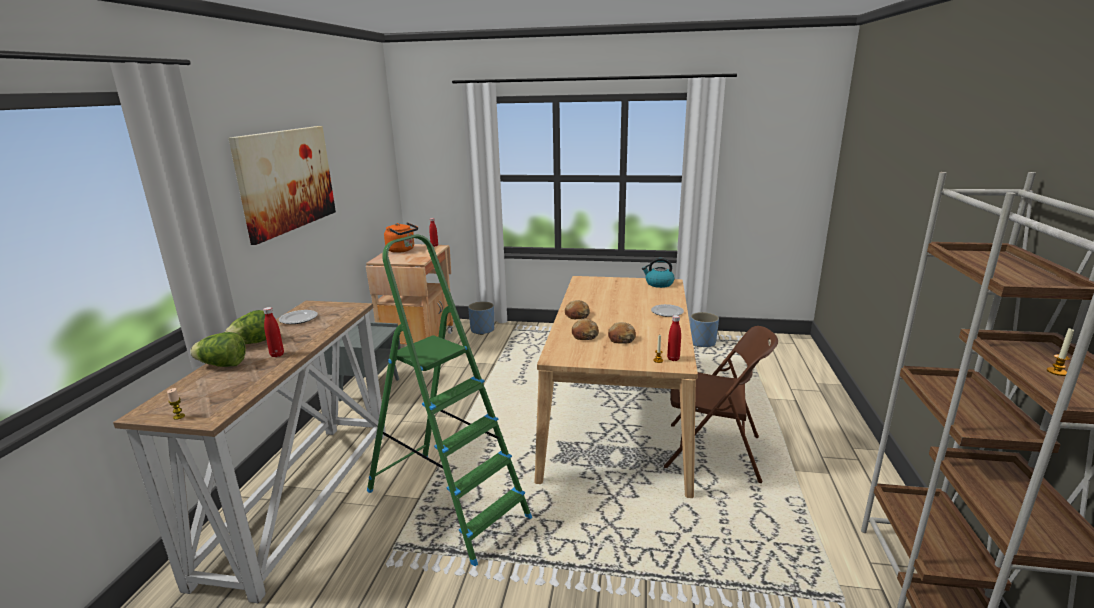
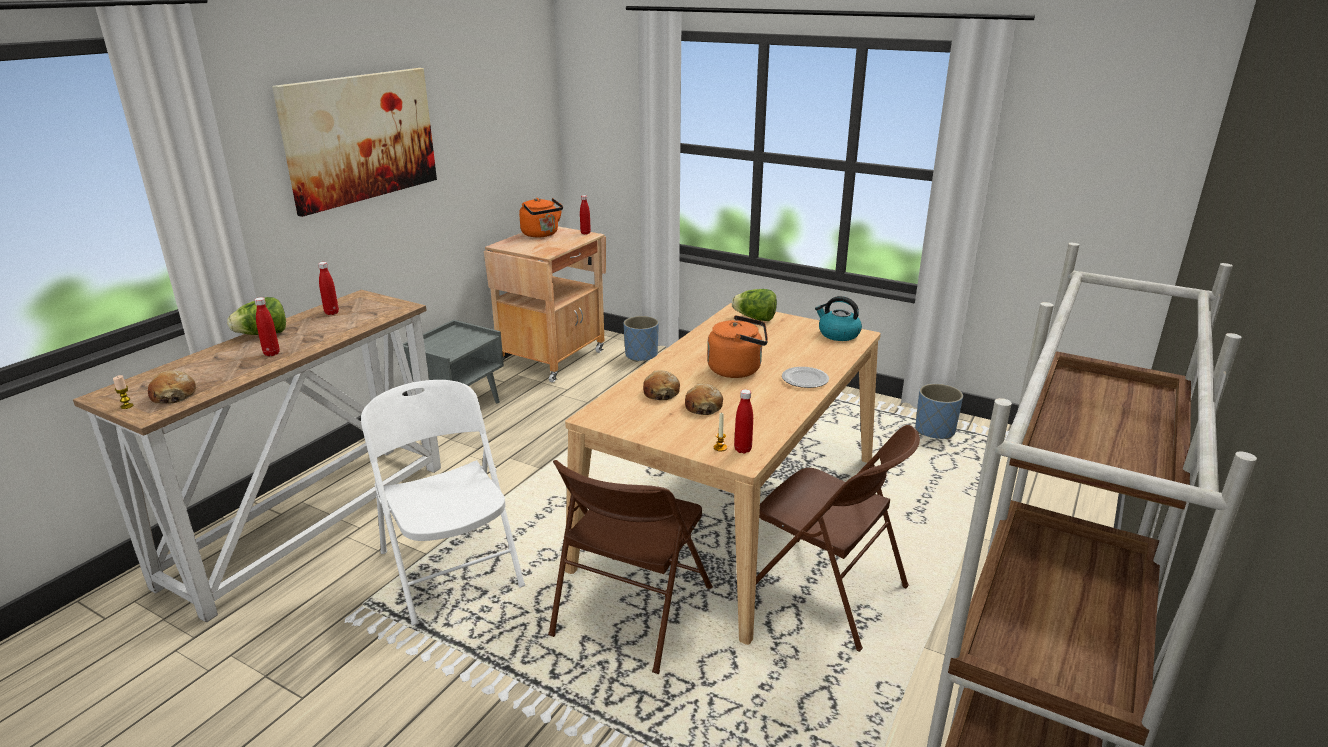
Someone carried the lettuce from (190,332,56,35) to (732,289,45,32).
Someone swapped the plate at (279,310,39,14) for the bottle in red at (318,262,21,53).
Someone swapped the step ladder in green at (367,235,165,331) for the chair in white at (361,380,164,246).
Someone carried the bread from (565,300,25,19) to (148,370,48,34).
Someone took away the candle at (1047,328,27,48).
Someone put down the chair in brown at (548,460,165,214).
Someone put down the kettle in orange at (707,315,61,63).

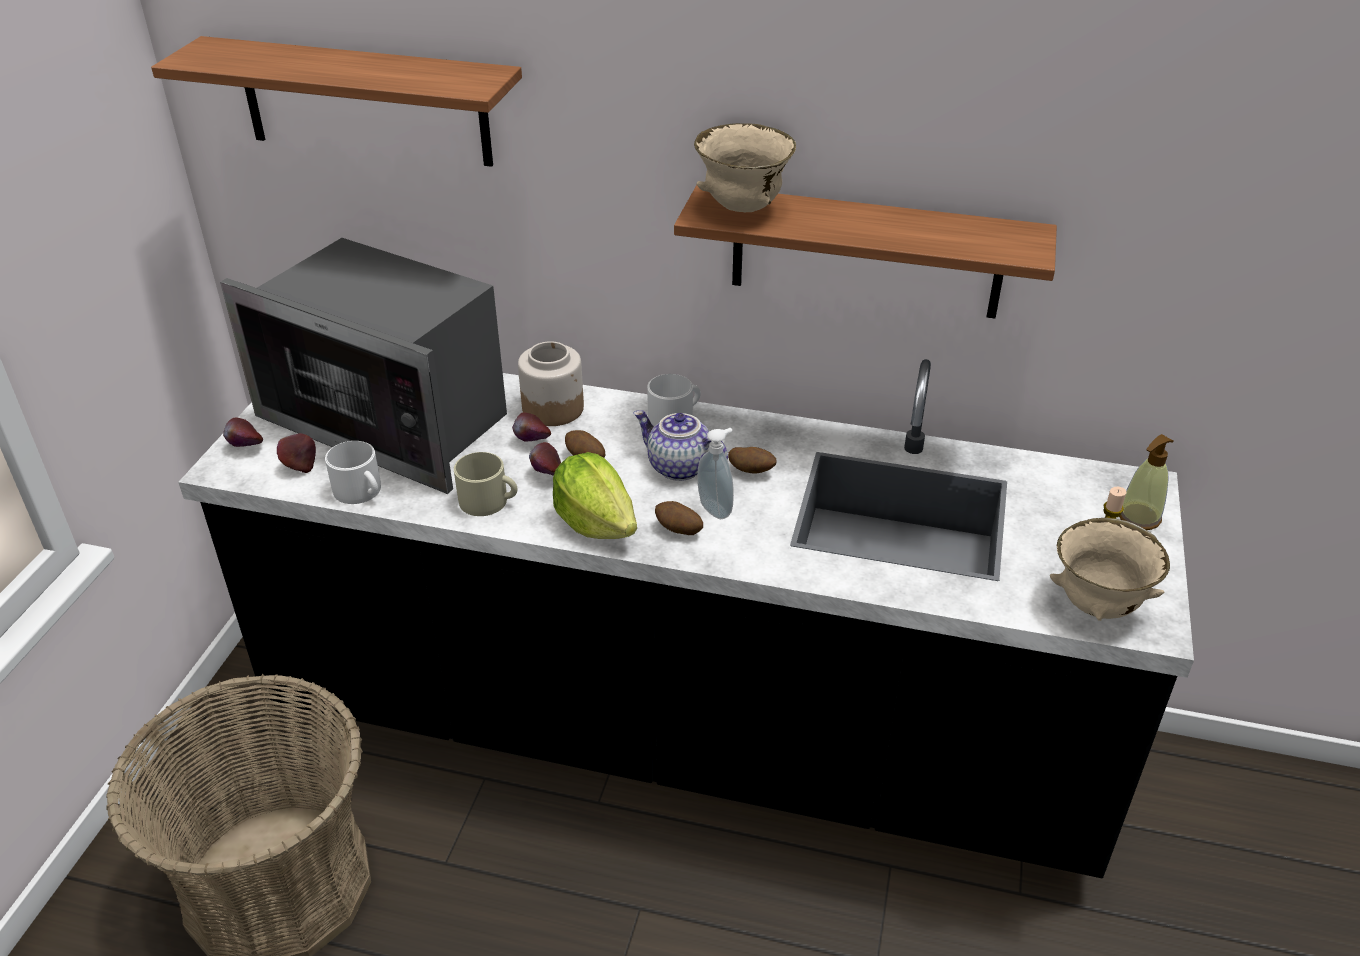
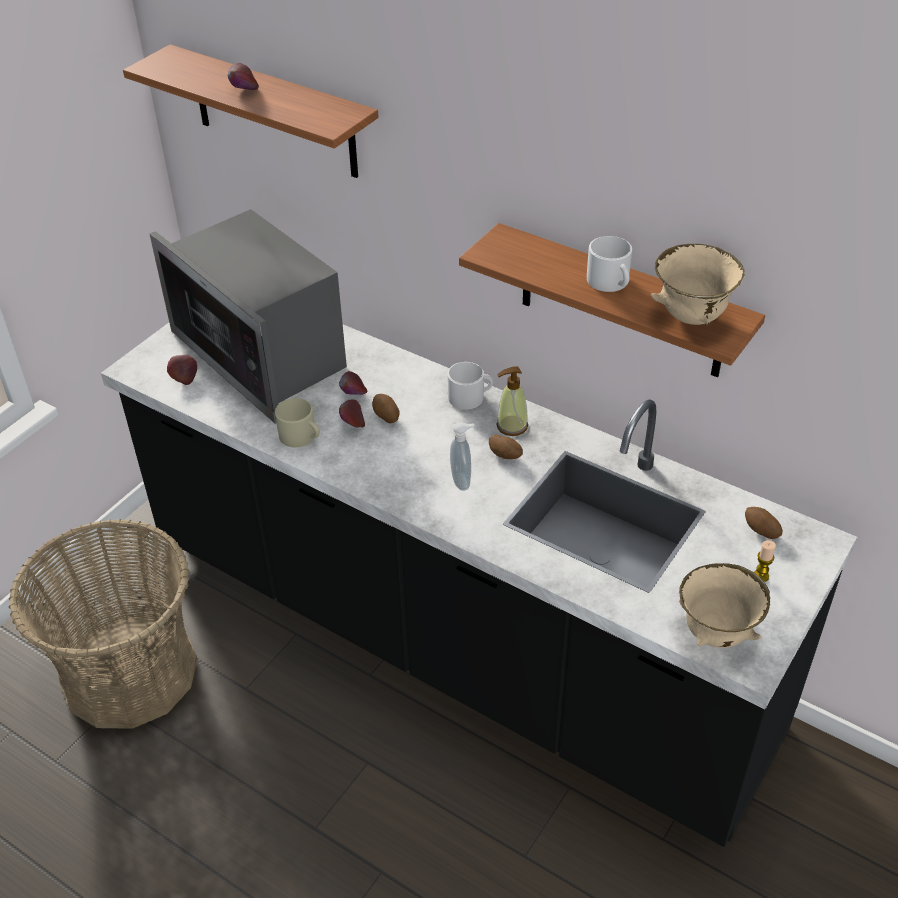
Someone carried the apple from (223,417,40,30) to (227,63,32,27).
Someone carried the mug in white from (325,441,56,63) to (587,236,45,56).
Someone took away the jar at (518,341,66,85).
Someone took away the lettuce at (553,452,84,87).
Someone took away the teapot at (633,410,95,71).
Someone carried the potato from (655,501,48,34) to (745,507,38,32).
Someone carried the bowl in beige from (694,123,102,89) to (651,244,94,81).
Someone carried the soap dispenser from (1119,434,55,96) to (497,366,31,70).

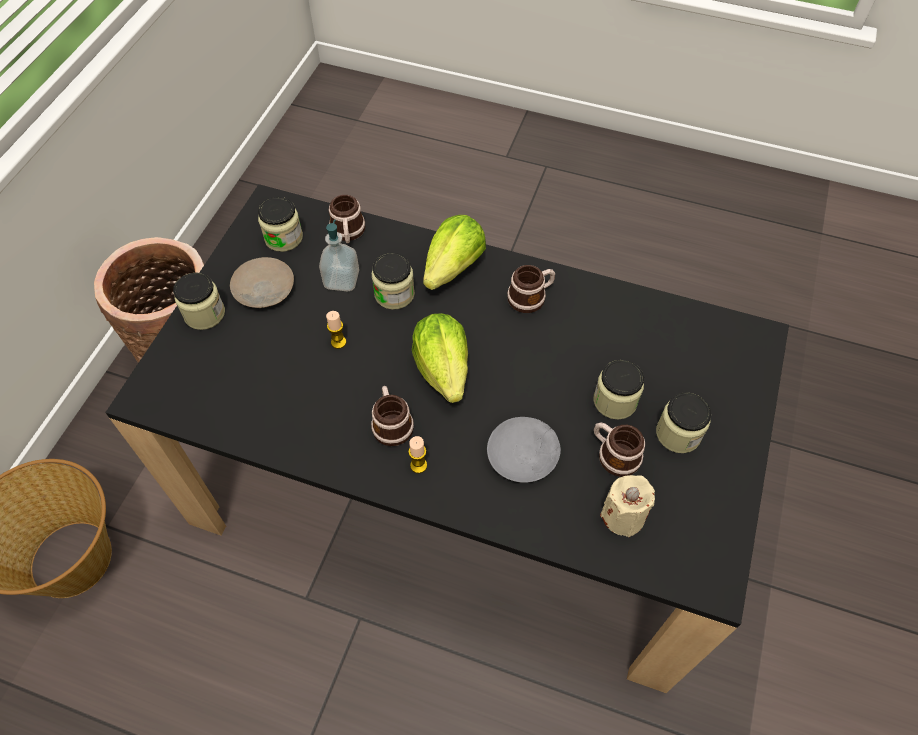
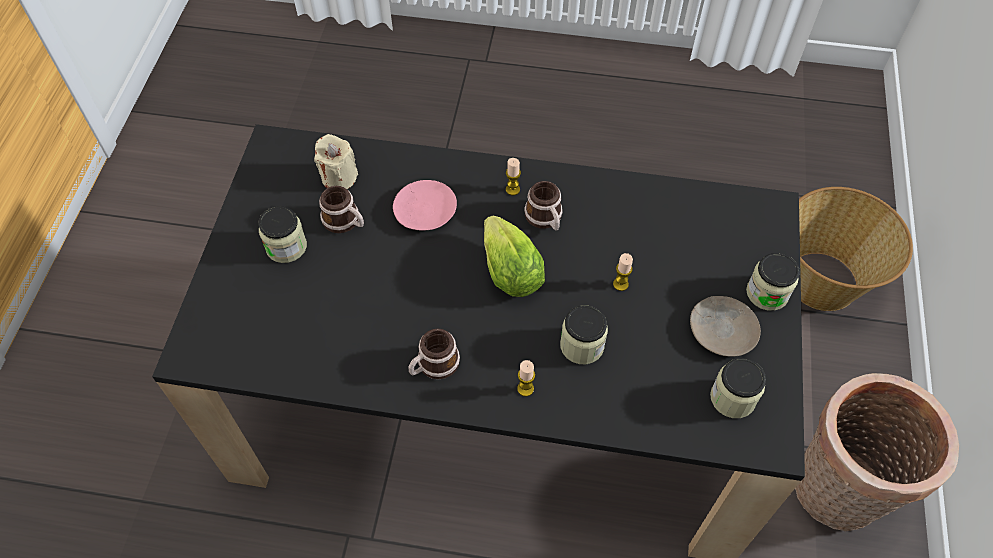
Someone took away the soap dispenser at (319,219,40,72).
Someone took away the mug at (329,195,36,48).
Someone swapped the lettuce at (423,215,63,75) for the candle at (517,360,18,37).
Someone repainted the plate in grey at (487,417,74,66), which became the plate in pink at (393,180,64,51).
Someone took away the jar at (594,360,50,59).

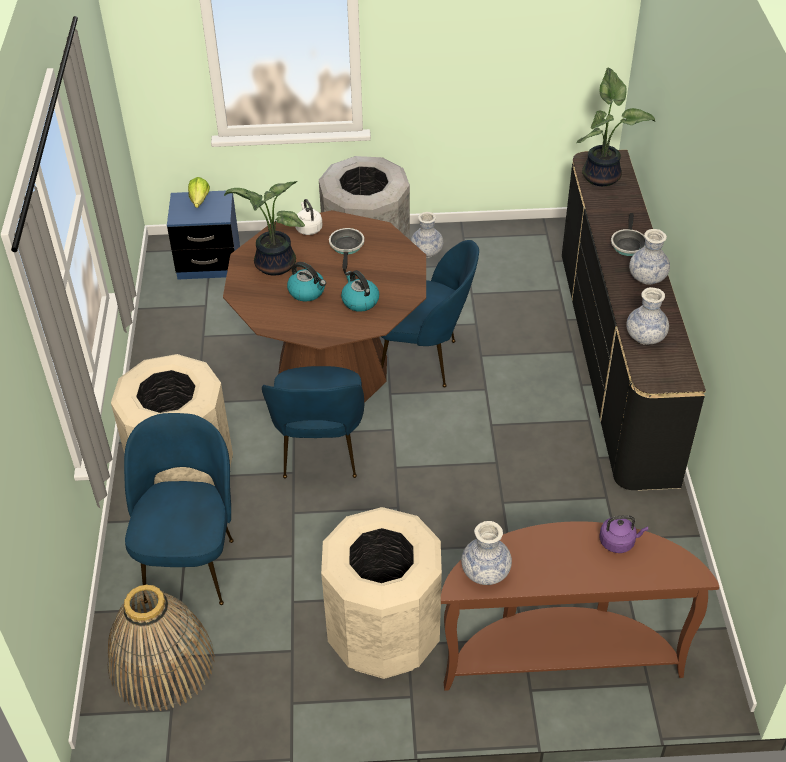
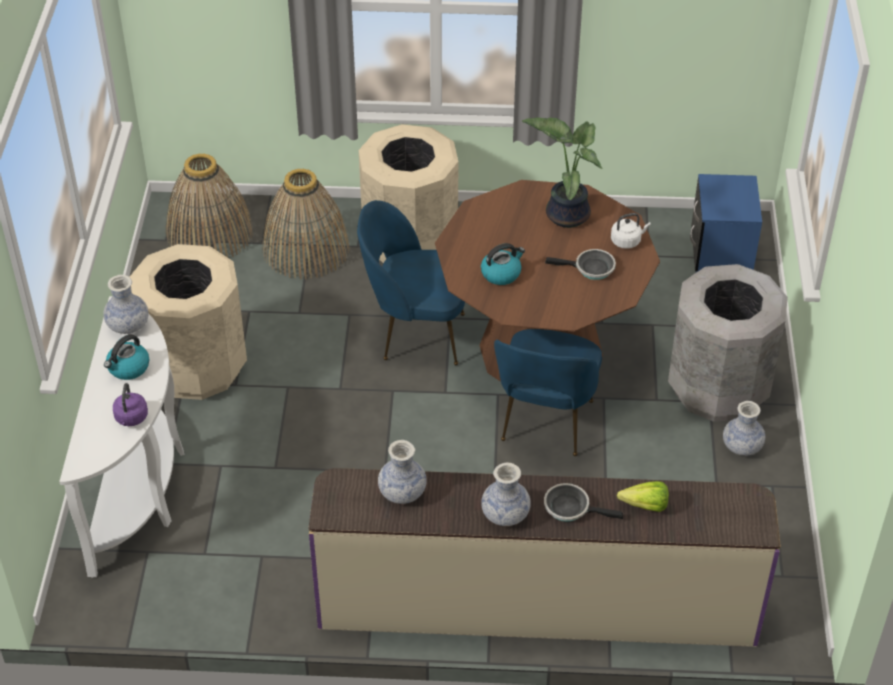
Someone swapped the chair in blue at (124,413,110,192) for the basket at (262,169,88,111).
Someone carried the lettuce from (188,177,22,31) to (617,481,52,31).
Someone carried the kettle from (287,262,39,40) to (104,334,45,46).
Someone repainted the console table in brown at (441,521,278,170), which became the console table in white at (59,296,126,282).
Someone repainted the cabinet in black at (562,150,144,341), which became the cabinet in purple at (308,468,473,179).
Someone took away the potted plant at (576,67,79,119).

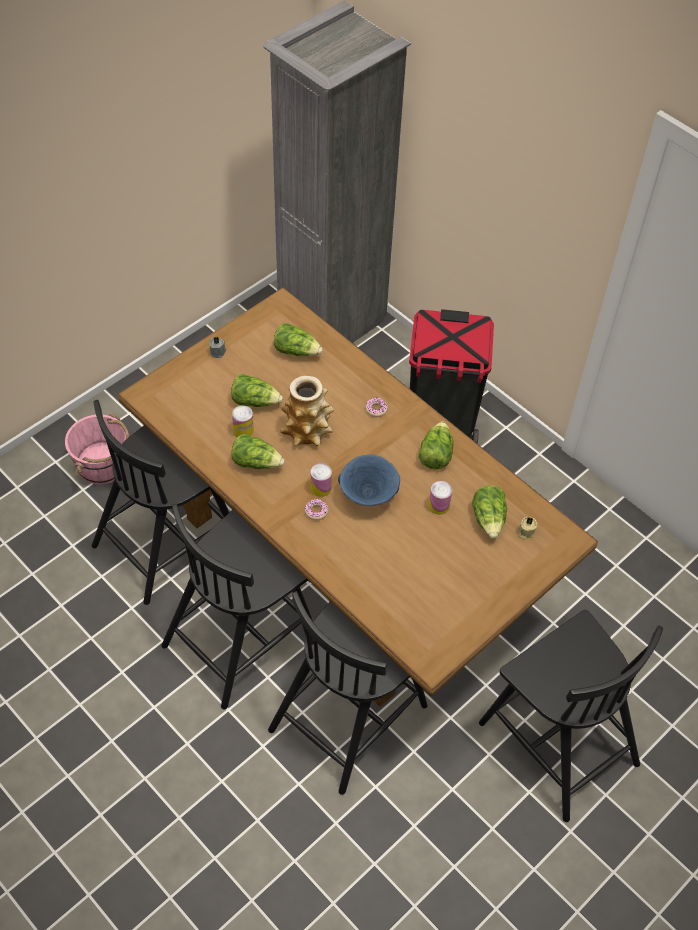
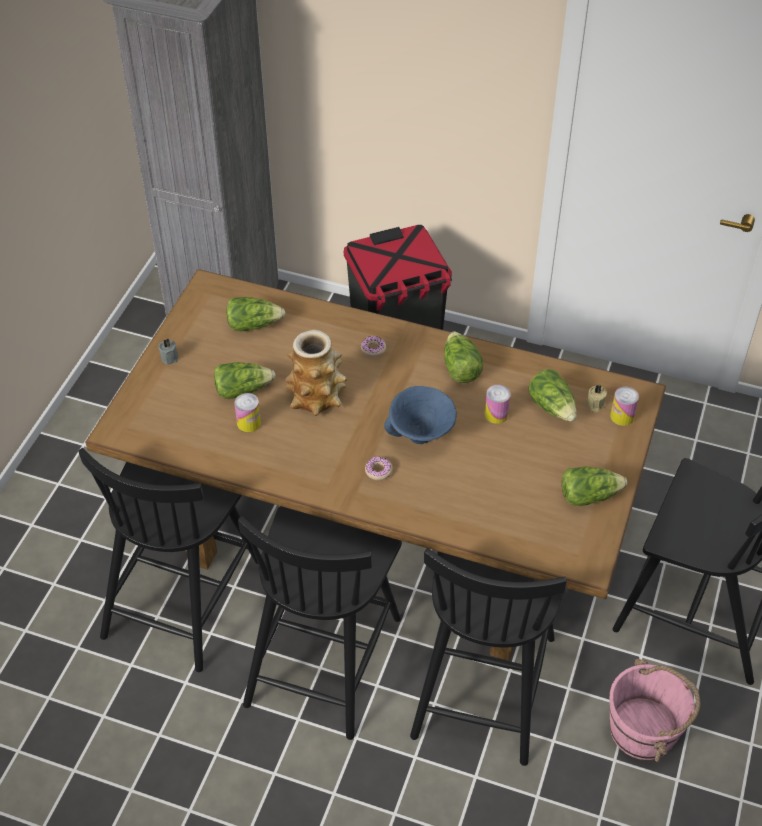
Someone carried the bucket in pink from (65,413,64,72) to (609,659,91,102).
Someone carried the lettuce from (232,434,53,35) to (562,467,65,39).
Someone carried the can from (311,463,21,34) to (610,387,29,39).

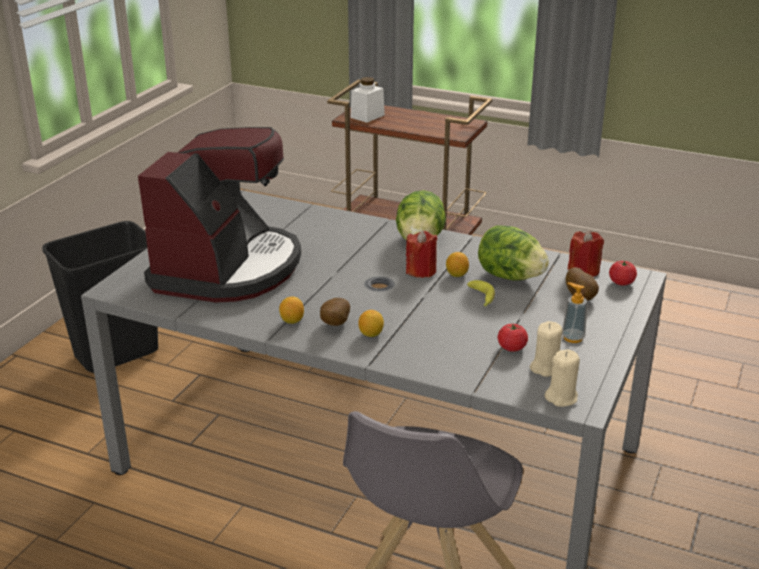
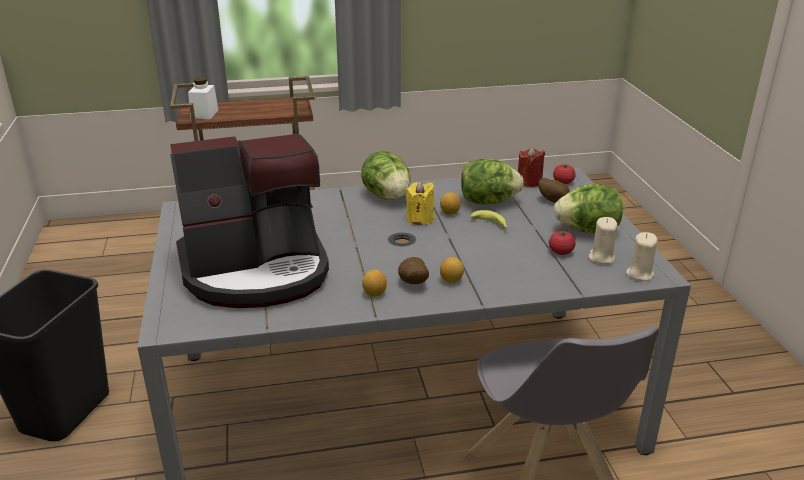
Someone rotated the coffee machine at (138,127,163,176) by 90 degrees clockwise.
Someone repainted the candle in red at (406,230,31,48), which became the candle in yellow at (406,181,28,44).
Someone swapped the soap dispenser at (562,282,25,61) for the lettuce at (554,184,69,50).

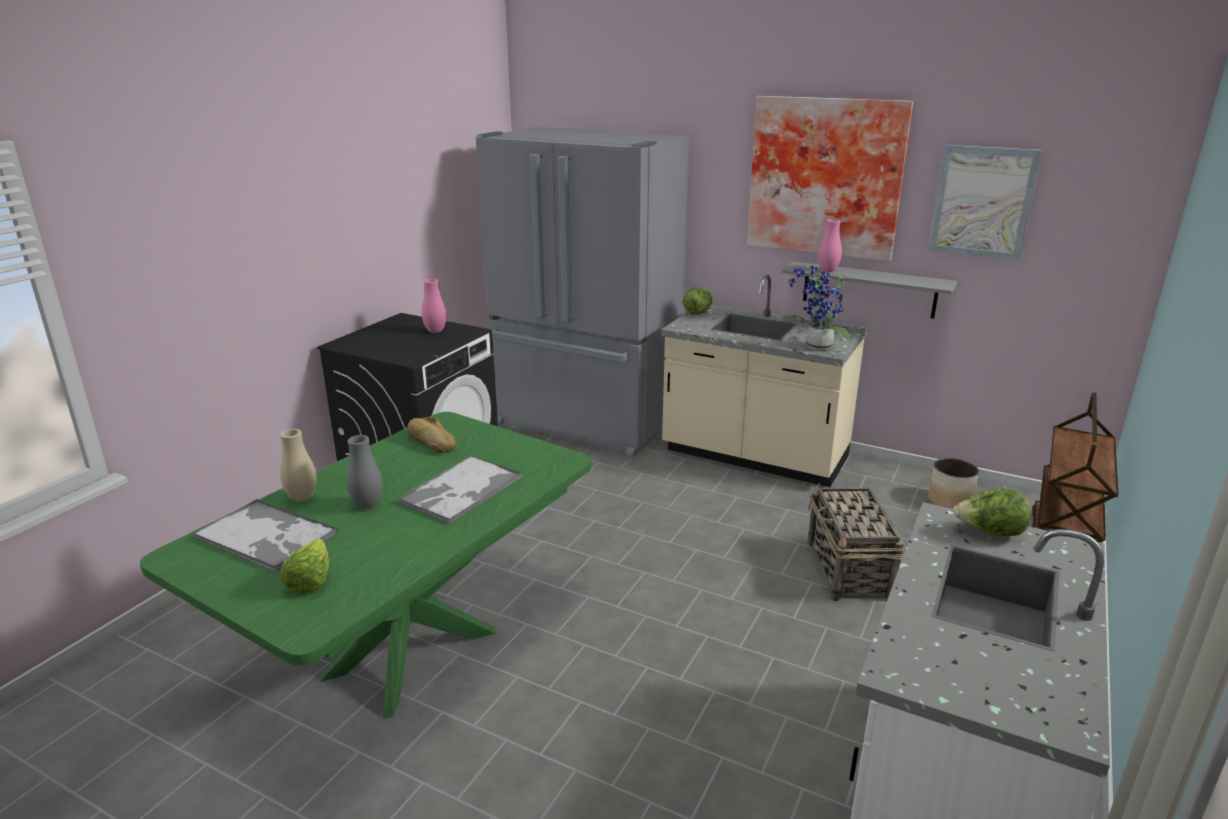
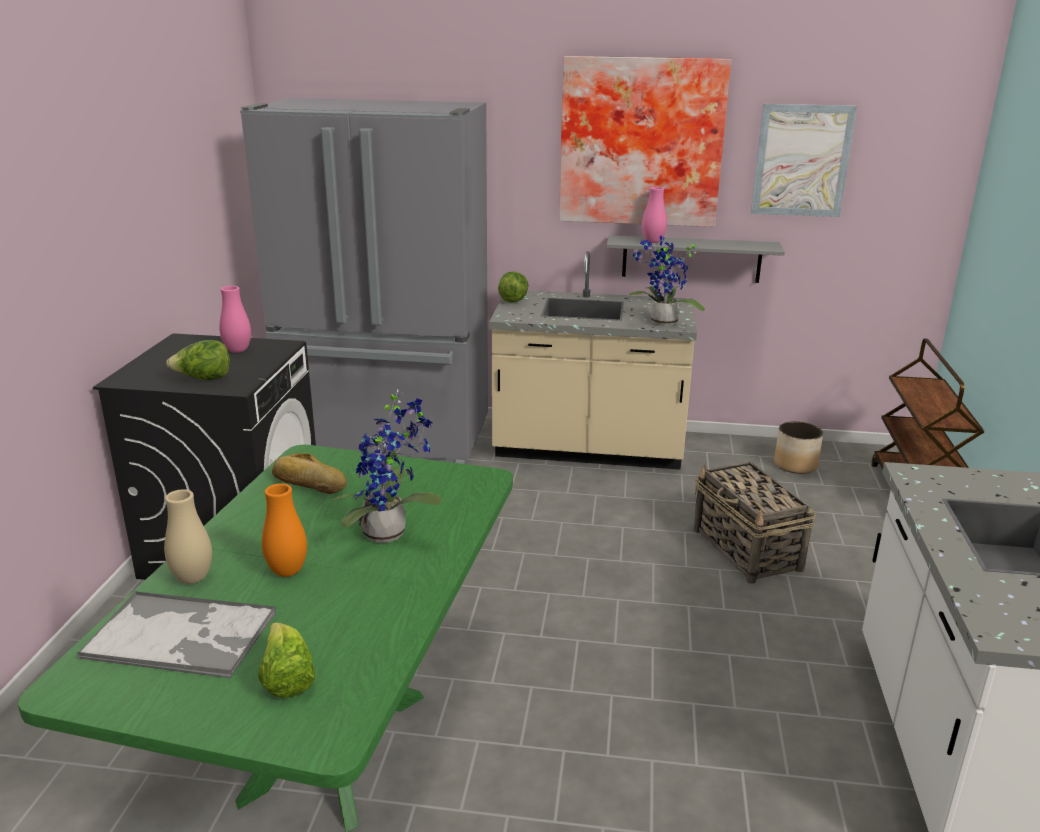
Someone repainted the vase in grey at (346,435,36,74), which became the vase in orange at (262,483,45,94).
Someone swapped the tray at (397,455,125,69) for the potted plant at (332,389,110,154).
Someone carried the lettuce from (953,489,78,47) to (166,340,64,40).

